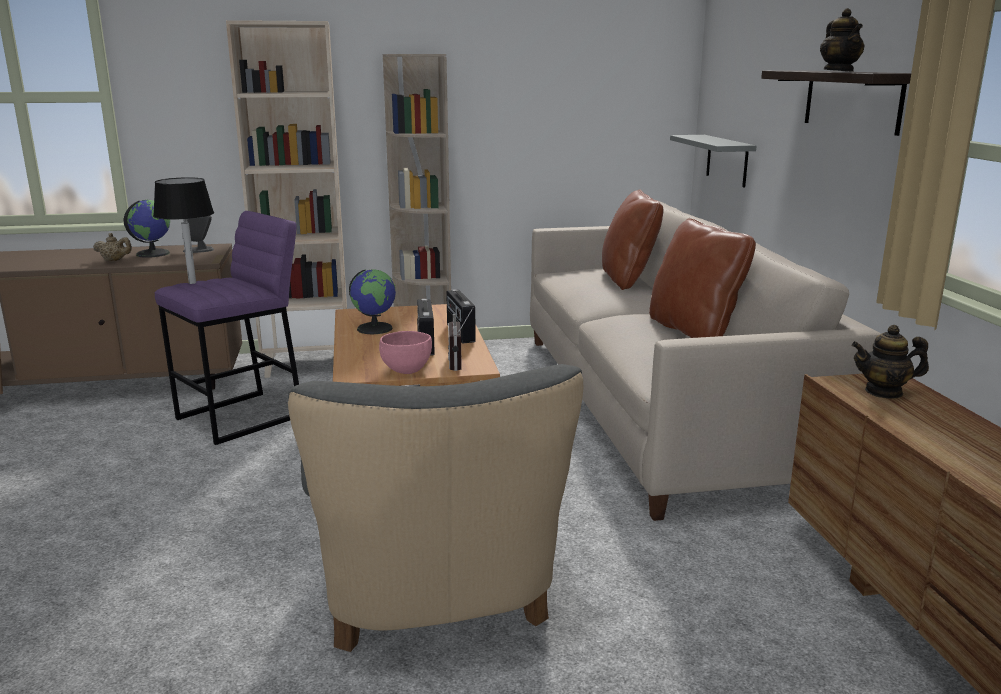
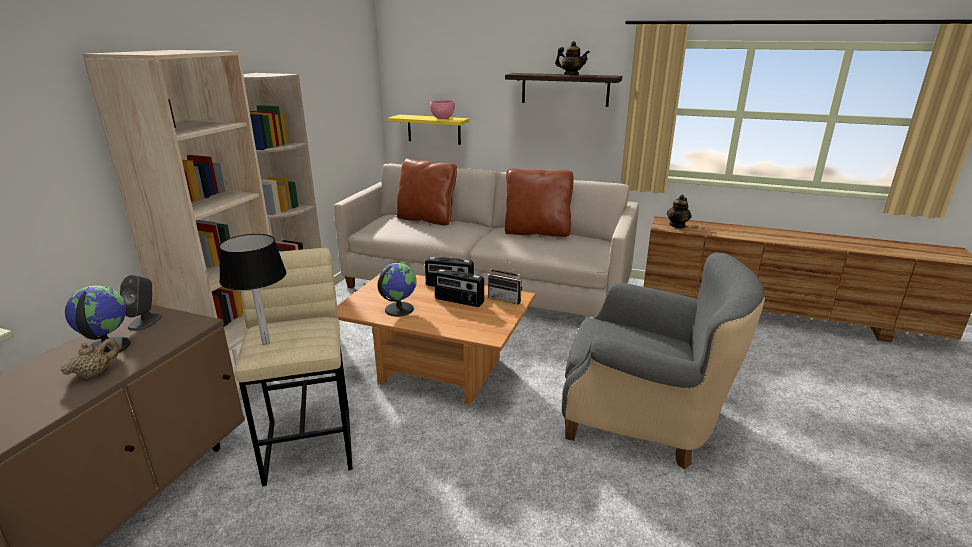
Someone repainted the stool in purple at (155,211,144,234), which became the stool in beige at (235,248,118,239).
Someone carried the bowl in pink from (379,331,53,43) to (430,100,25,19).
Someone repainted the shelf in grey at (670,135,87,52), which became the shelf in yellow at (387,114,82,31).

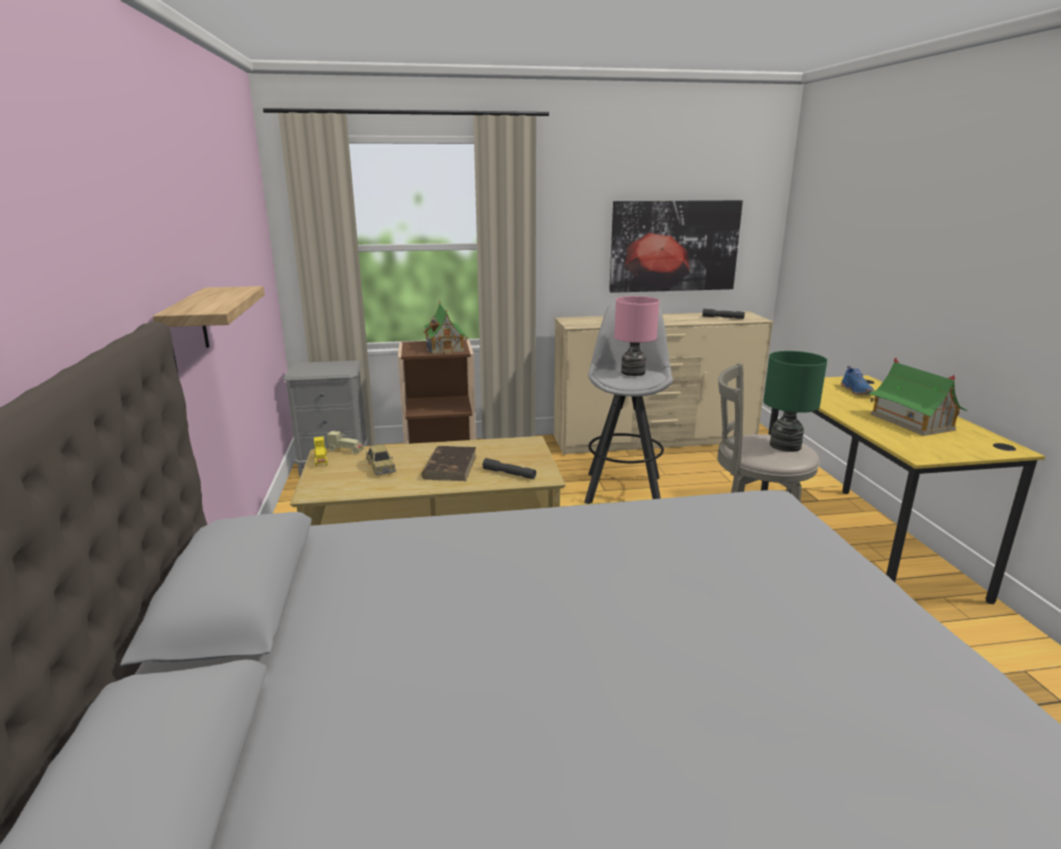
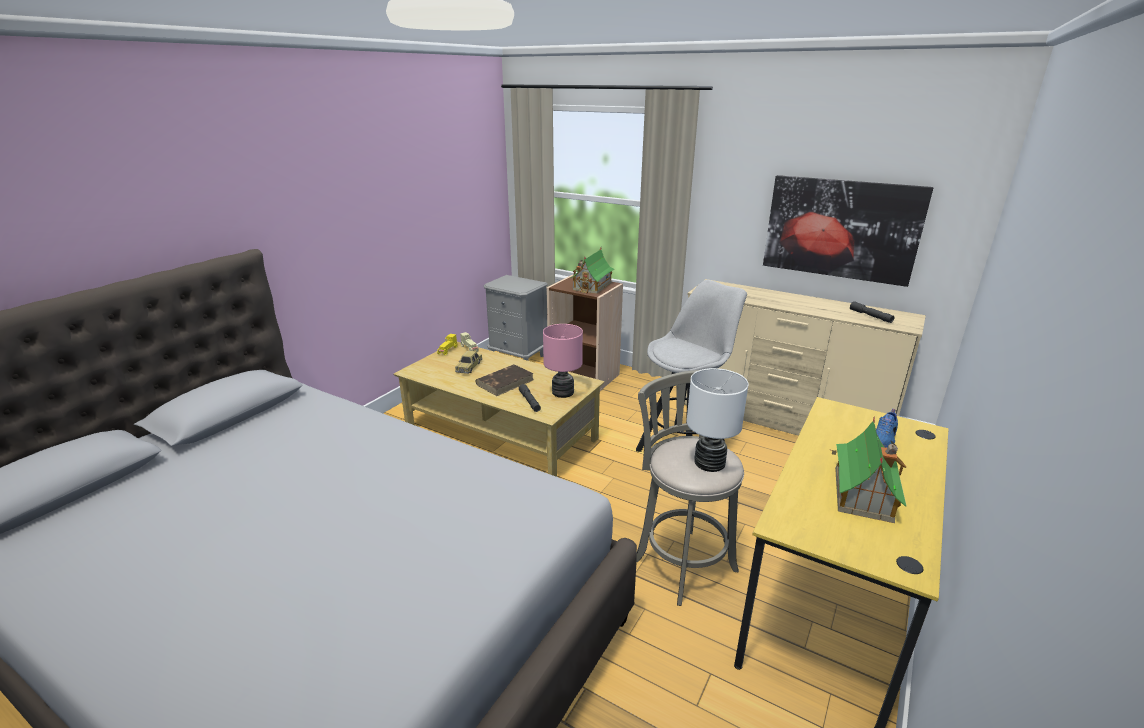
Someone took away the shelf at (153,286,112,86).
Someone carried the table lamp in pink from (614,296,45,80) to (543,324,40,74).
Someone repainted the table lamp in green at (763,351,64,101), which became the table lamp in white at (687,368,61,104).

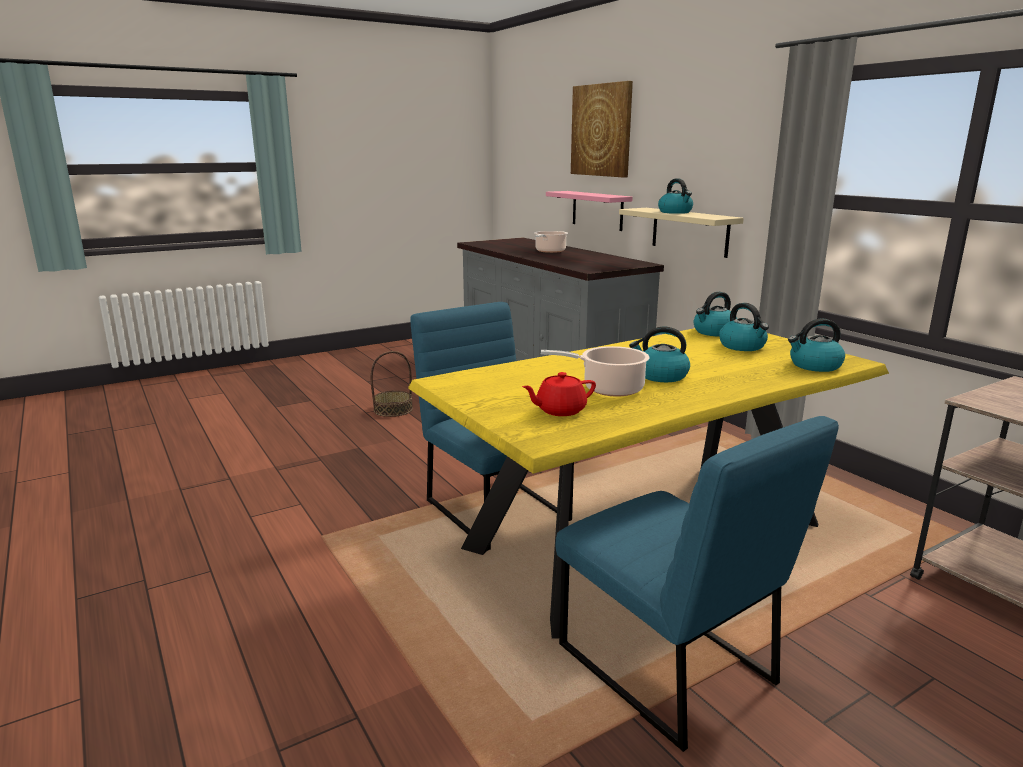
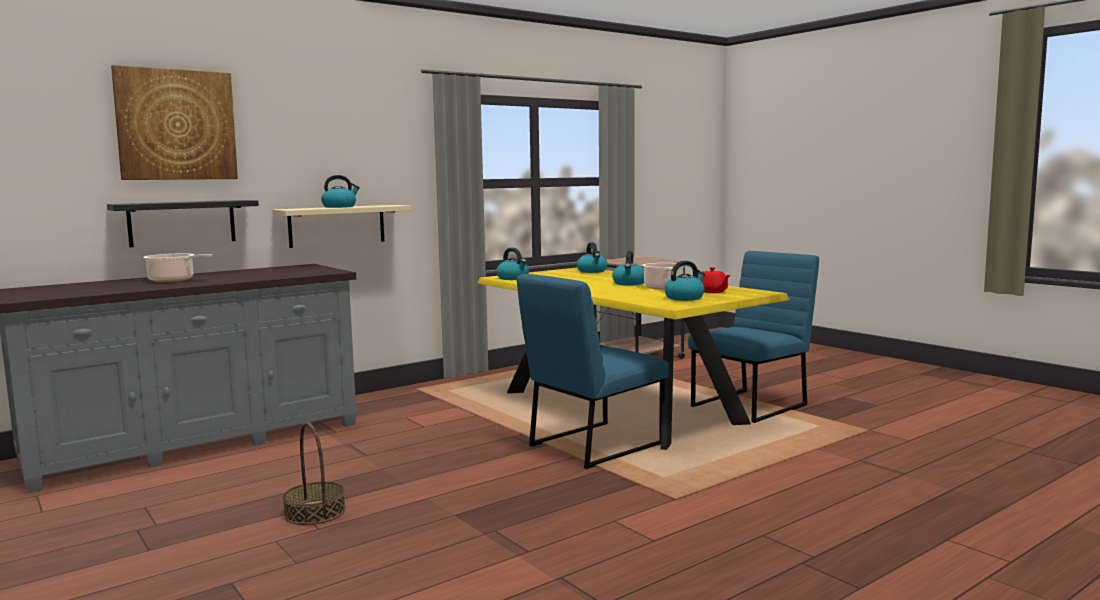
Someone repainted the shelf in pink at (546,191,87,40), which became the shelf in black at (107,200,152,47).
Someone carried the kettle from (719,303,50,48) to (664,261,41,40).

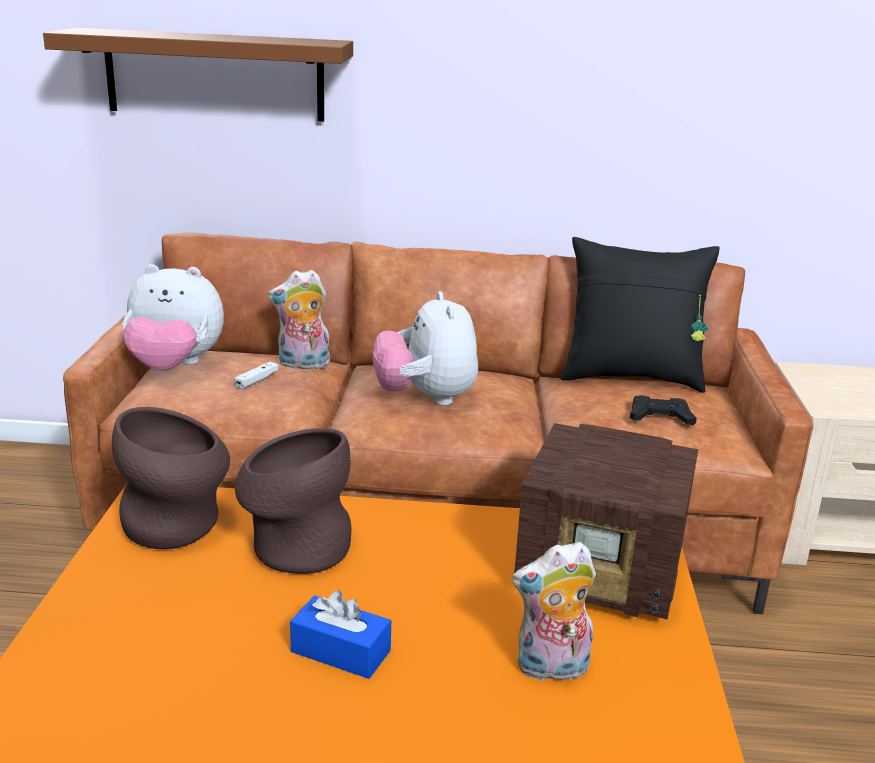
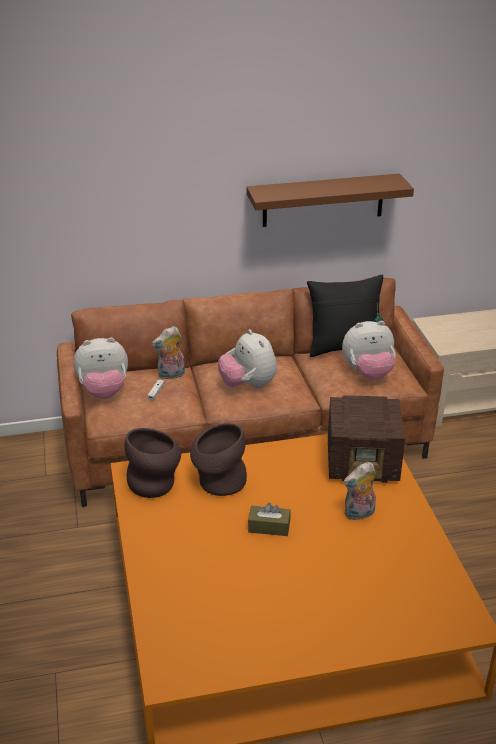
Someone carried the shelf in brown from (43,28,310,94) to (247,174,167,53).
Someone repainted the tissue box in blue at (290,590,101,89), which became the tissue box in brown at (248,503,43,33).
Someone swapped the game controller in black at (630,395,67,30) for the plush toy at (342,321,54,59).

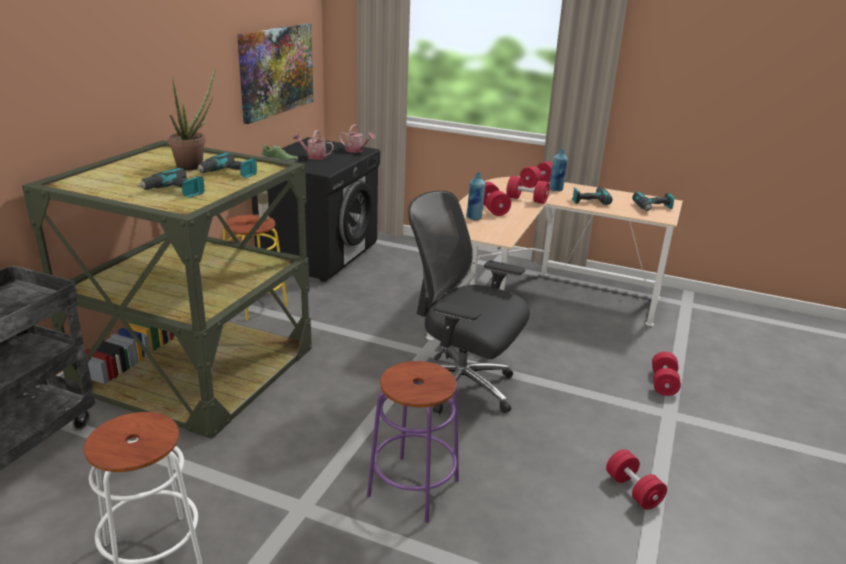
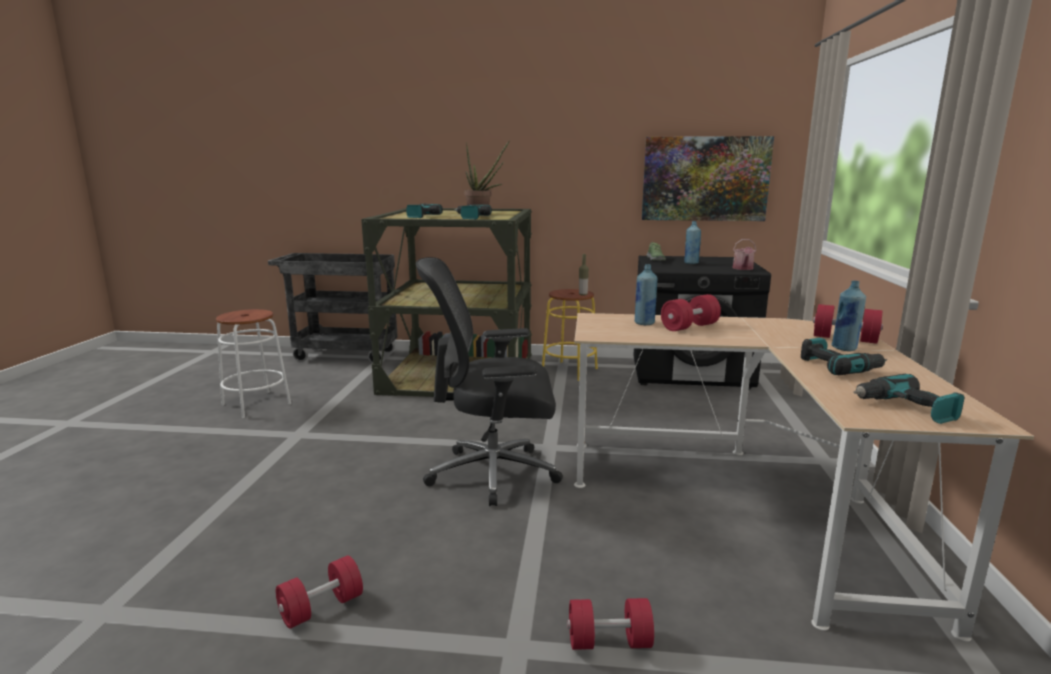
Someone swapped the watering can at (293,130,41,30) for the bottle in blue at (684,221,17,43).
Someone took away the stool in purple at (367,361,92,162).
Someone rotated the office chair at (408,191,122,223) by 105 degrees counterclockwise.
Someone took away the dumbbell in red at (506,176,44,28).

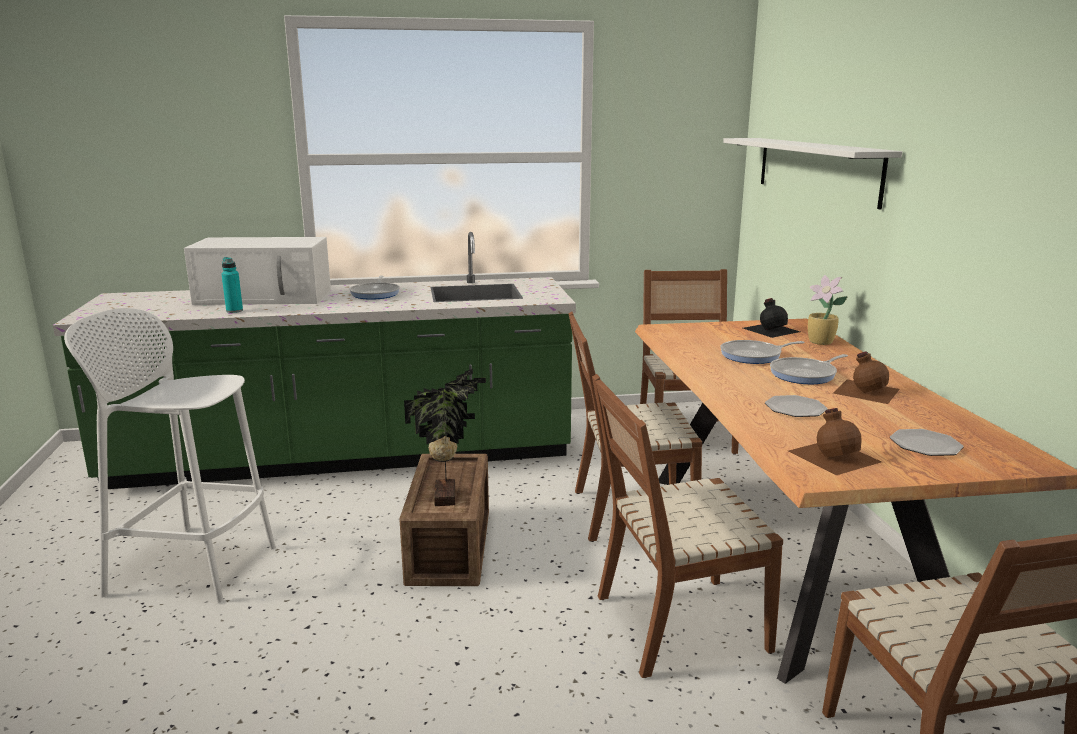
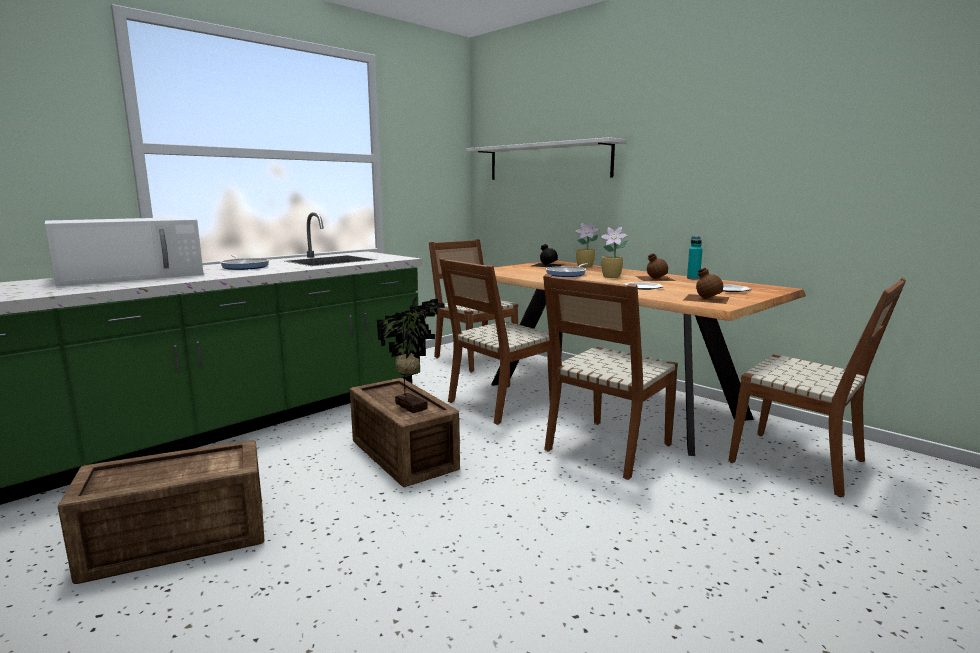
Someone swapped the stool in white at (64,308,212,294) for the crate at (57,440,208,144).
Someone carried the bottle in turquoise from (222,257,21,56) to (687,236,16,43).
Someone swapped the frying pan at (770,354,78,30) for the potted plant at (600,227,28,51).

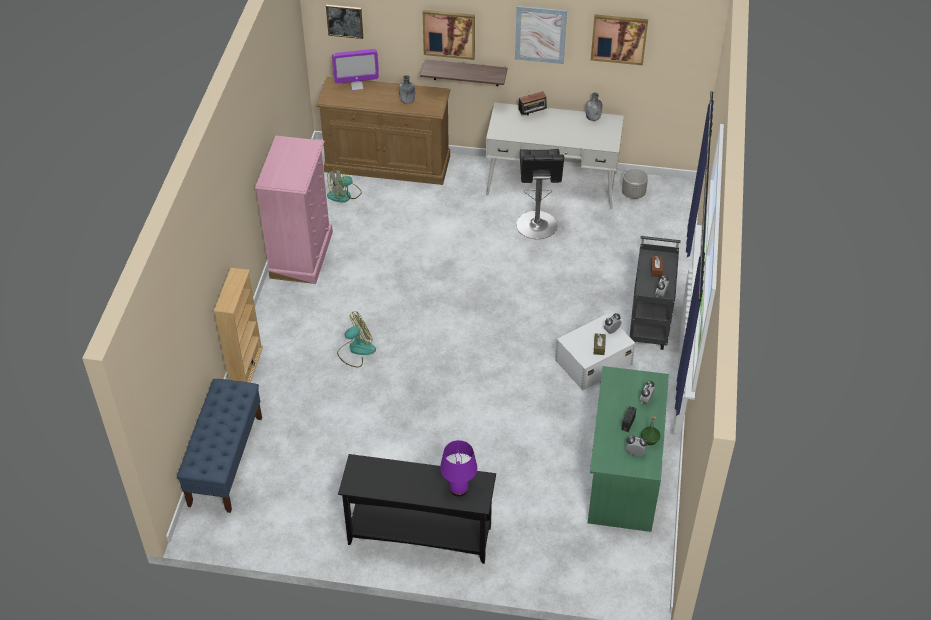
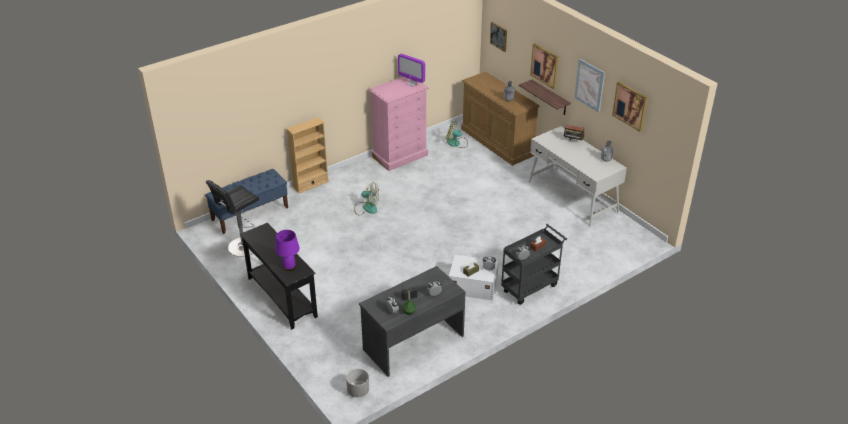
Someone carried the monitor from (332,49,47,42) to (398,54,27,33).
Someone carried the stool in black from (516,149,48,90) to (206,180,53,77).
Someone repainted the desk in green at (588,366,81,166), which became the desk in grey at (359,266,106,111).
Someone carried the planter in grey from (622,168,26,31) to (346,368,23,29).

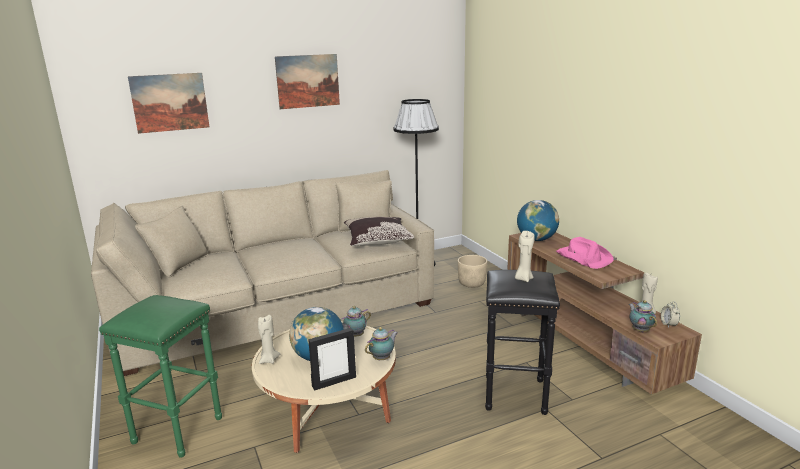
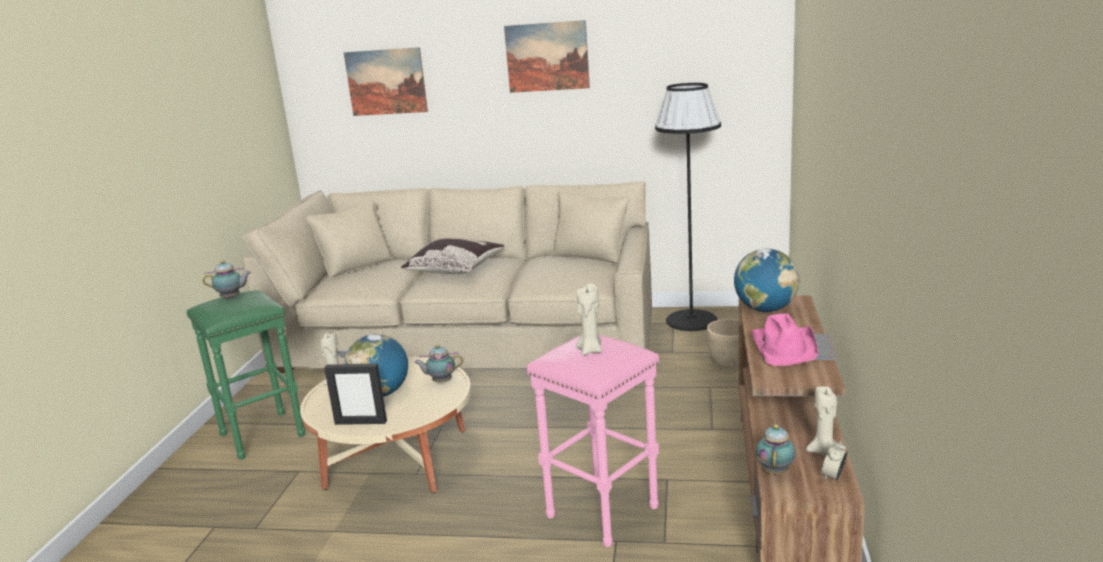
Someone carried the pillow from (344,217,70,29) to (401,238,103,36).
Someone carried the teapot from (365,327,33,34) to (203,260,48,39).
Someone repainted the stool in black at (485,270,75,145), which became the stool in pink at (527,335,132,212).

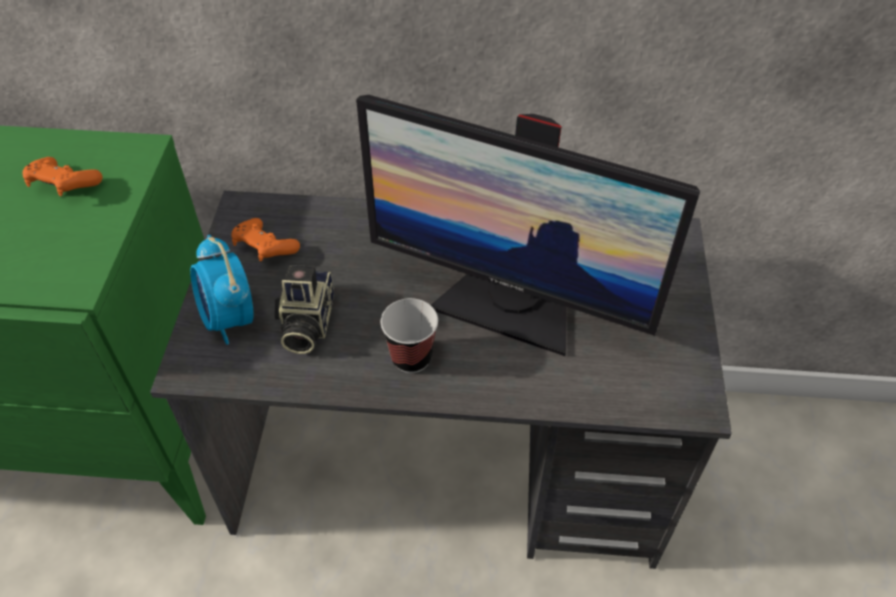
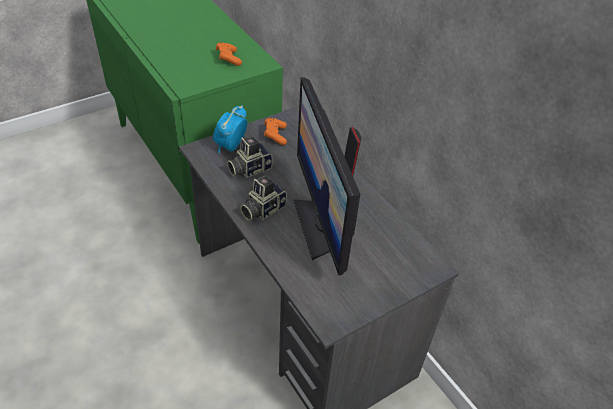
Someone swapped the cup at (381,298,57,75) for the photo camera at (240,175,47,46).

